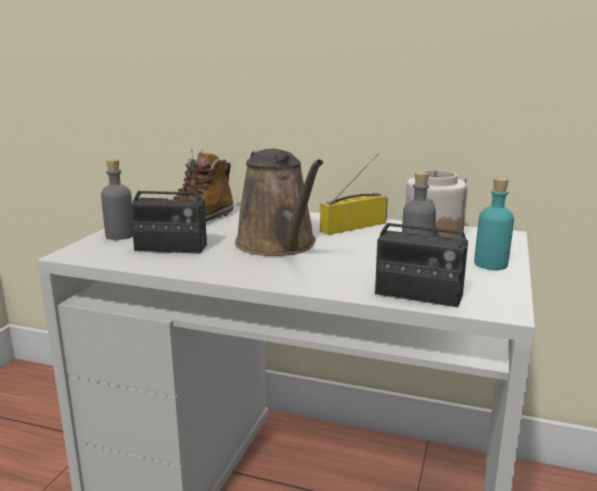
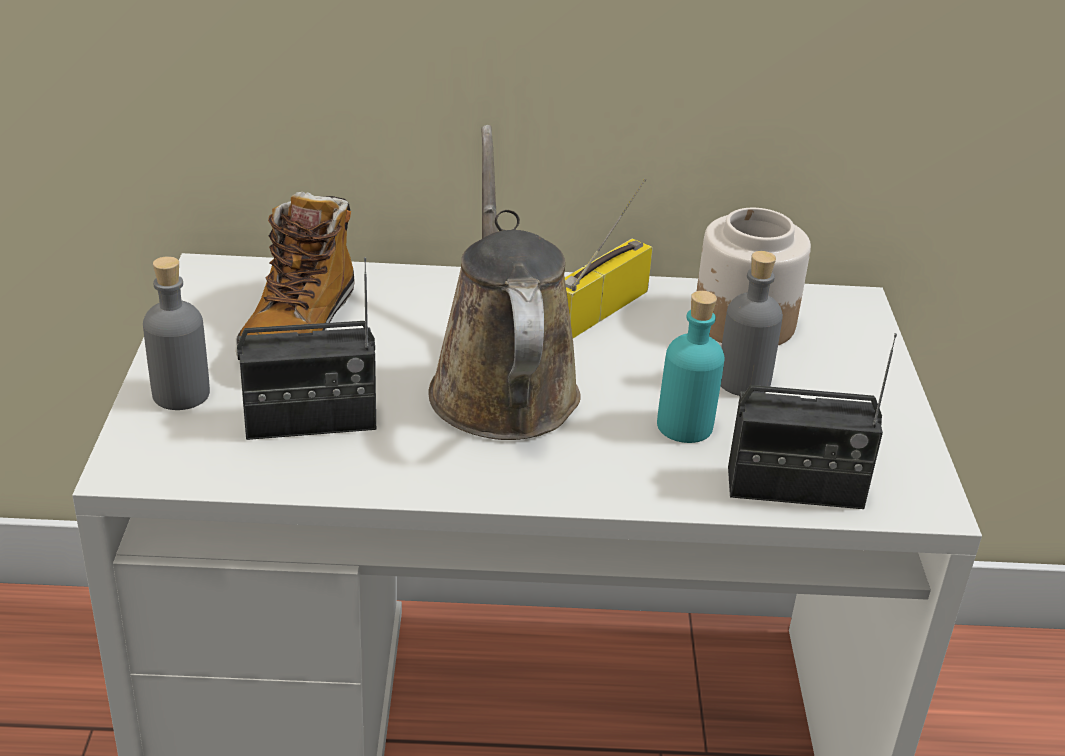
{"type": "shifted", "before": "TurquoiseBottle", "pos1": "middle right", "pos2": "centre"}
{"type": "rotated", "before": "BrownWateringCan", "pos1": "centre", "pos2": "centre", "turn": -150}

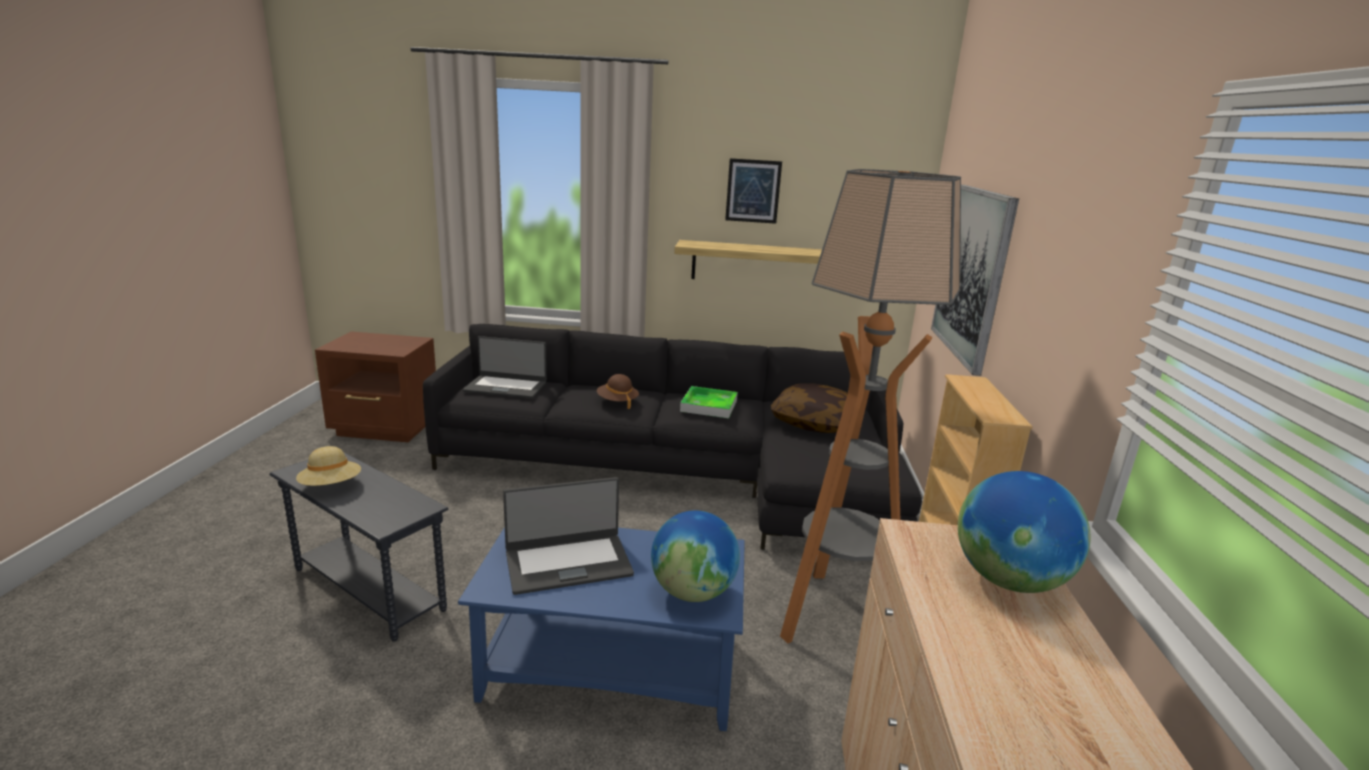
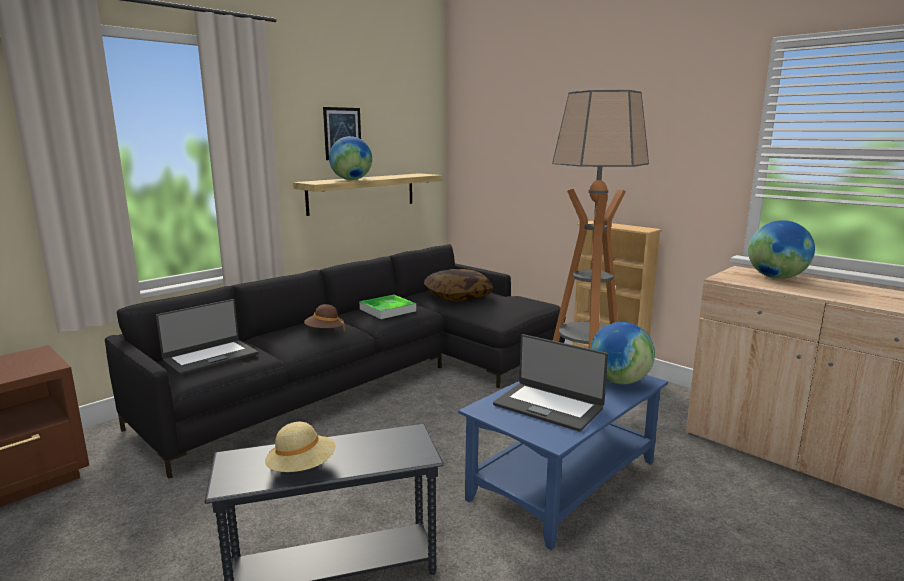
{"type": "gone", "before": "Picture (no. 2 from left)", "pos1": "middle right"}
{"type": "new", "after": "Globe (no. 1 from left)", "pos2": "top centre"}
{"type": "rotated", "before": "Laptop (no. 2 from left)", "pos1": "bottom centre", "pos2": "centre", "turn": 105}

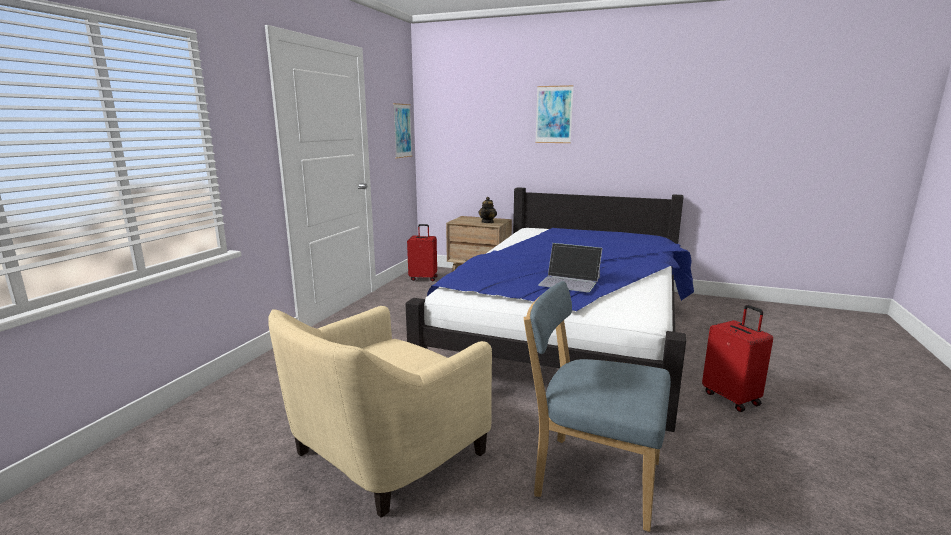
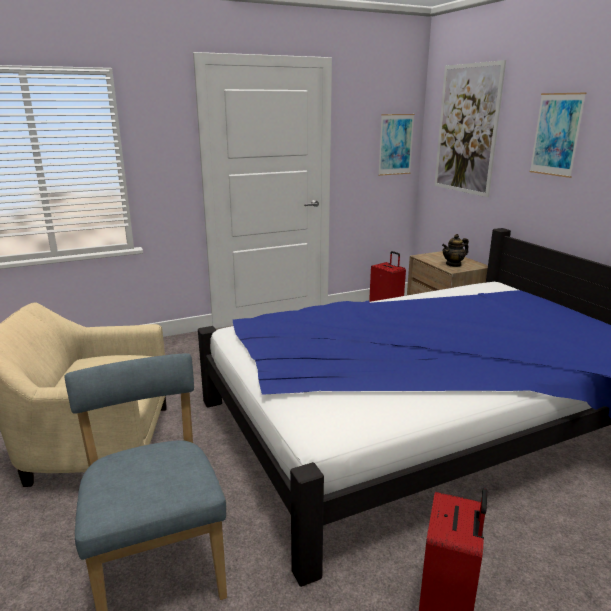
{"type": "gone", "before": "Laptop", "pos1": "centre"}
{"type": "new", "after": "Picture (no. 2 from left)", "pos2": "top right"}

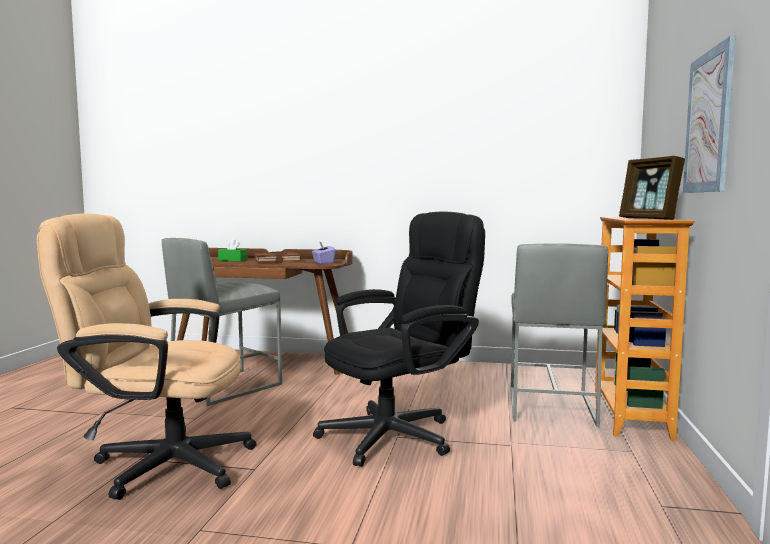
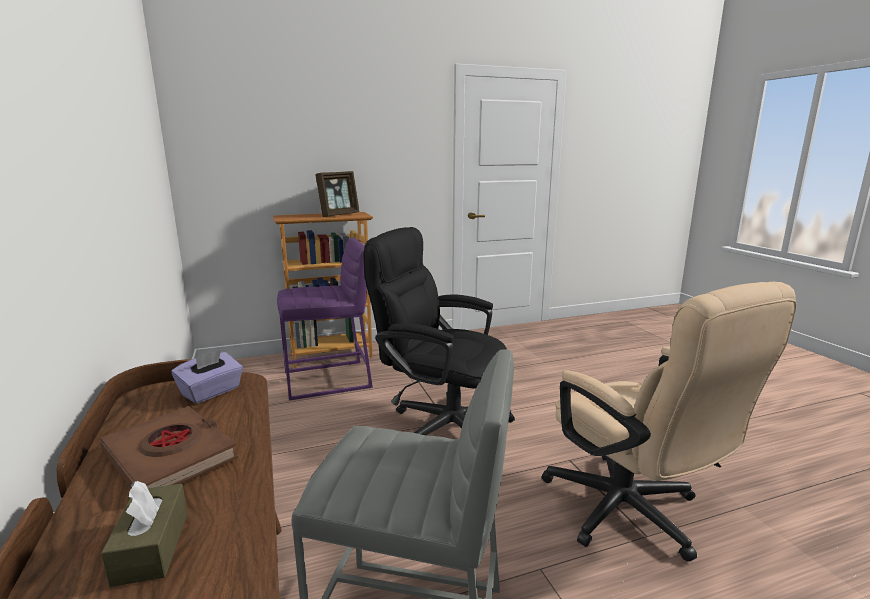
{"type": "gone", "before": "Picture", "pos1": "top right"}
{"type": "repainted", "before": "GreenTissueBox", "after": "BrownTissueBox", "pos1": "middle left", "pos2": "bottom left"}
{"type": "repainted", "before": "GreyStool (no. 2 from left)", "after": "PurpleStool", "pos1": "middle right", "pos2": "centre"}

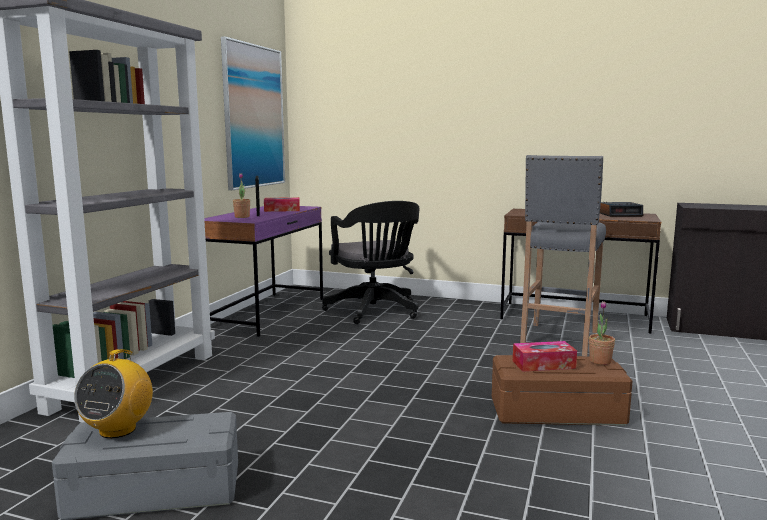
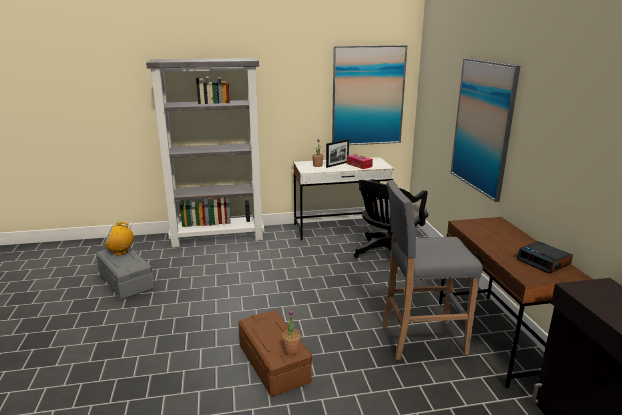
{"type": "gone", "before": "TissueBox (no. 2 from left)", "pos1": "bottom right"}
{"type": "new", "after": "Picture (no. 2 from left)", "pos2": "top right"}
{"type": "repainted", "before": "PurpleDesk", "after": "WhiteDesk", "pos1": "centre", "pos2": "centre"}

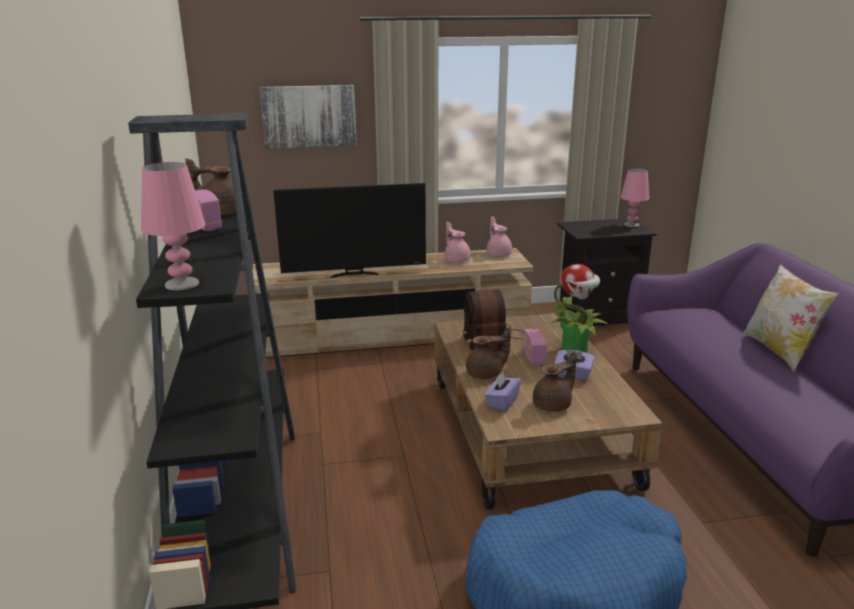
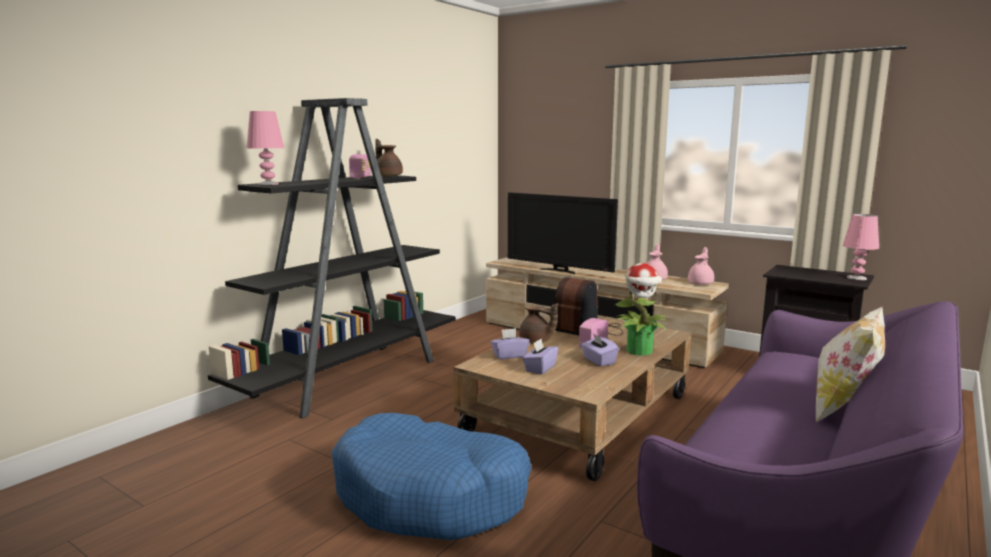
{"type": "gone", "before": "Picture", "pos1": "top centre"}
{"type": "swapped", "before": "BrownTeapot (no. 3 from left)", "after": "PurpleTissueBox (no. 2 from left)", "pos1": "centre", "pos2": "centre"}

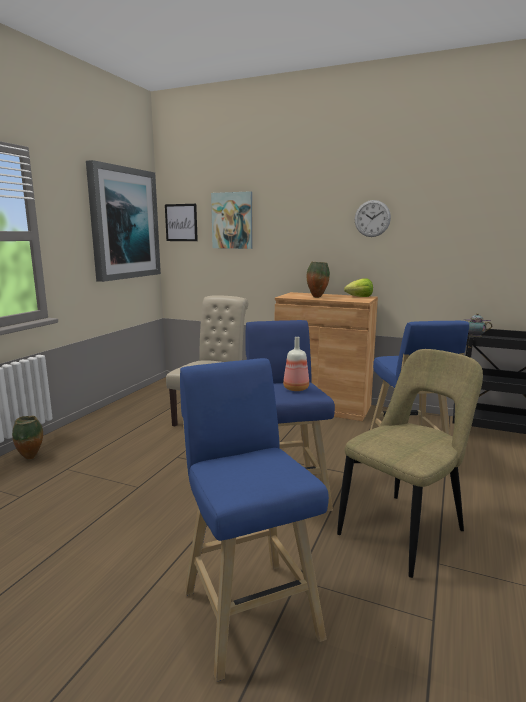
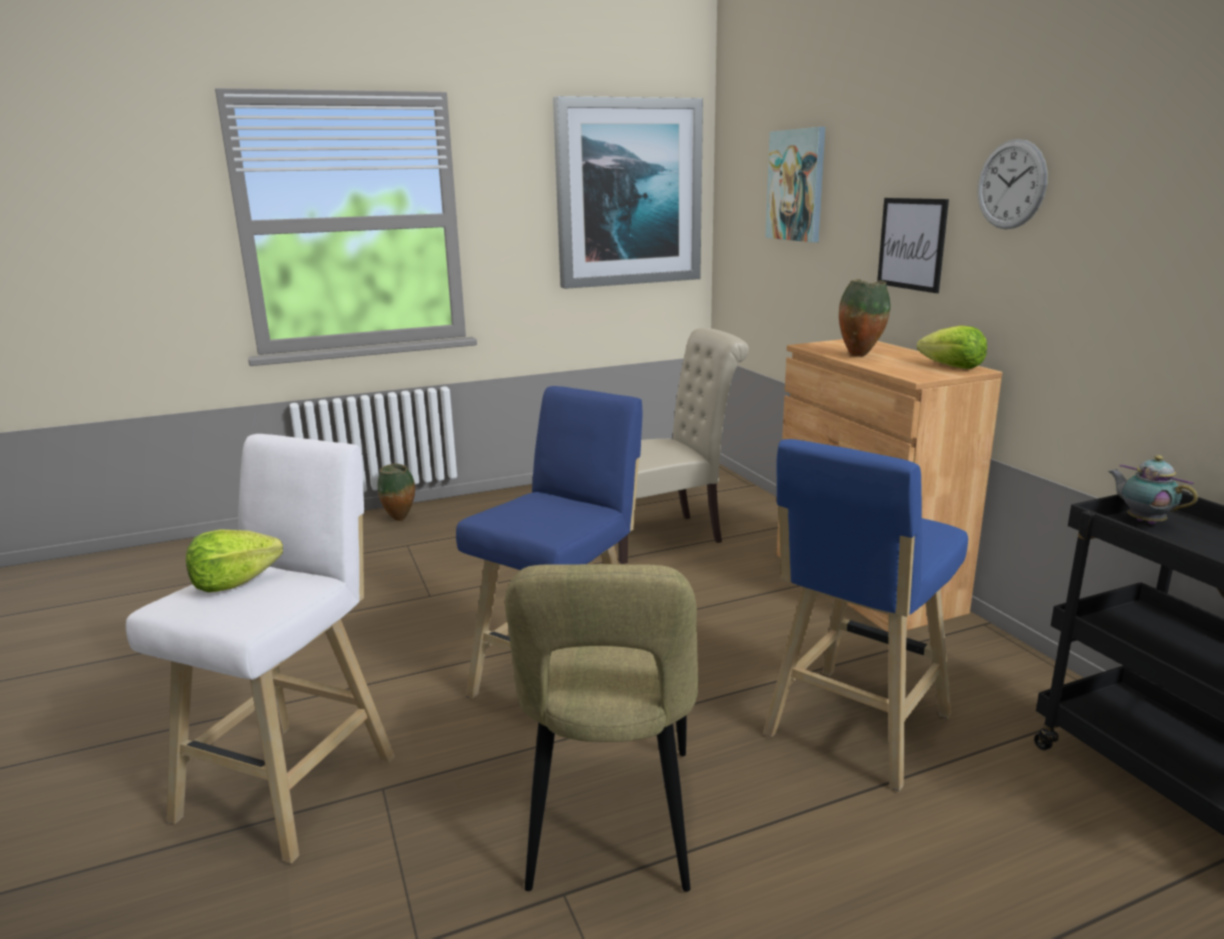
{"type": "gone", "before": "Bottle", "pos1": "centre"}
{"type": "new", "after": "Lettuce (no. 1 from left)", "pos2": "middle left"}
{"type": "shifted", "before": "Picture (no. 2 from left in the first image)", "after": "Picture (no. 3 from left)", "pos1": "top centre", "pos2": "top right"}
{"type": "repainted", "before": "BlueStool (no. 1 from left)", "after": "WhiteStool", "pos1": "bottom centre", "pos2": "bottom left"}
{"type": "rotated", "before": "BeigeChair (no. 2 from left in the first image)", "pos1": "middle right", "pos2": "bottom centre", "turn": 90}

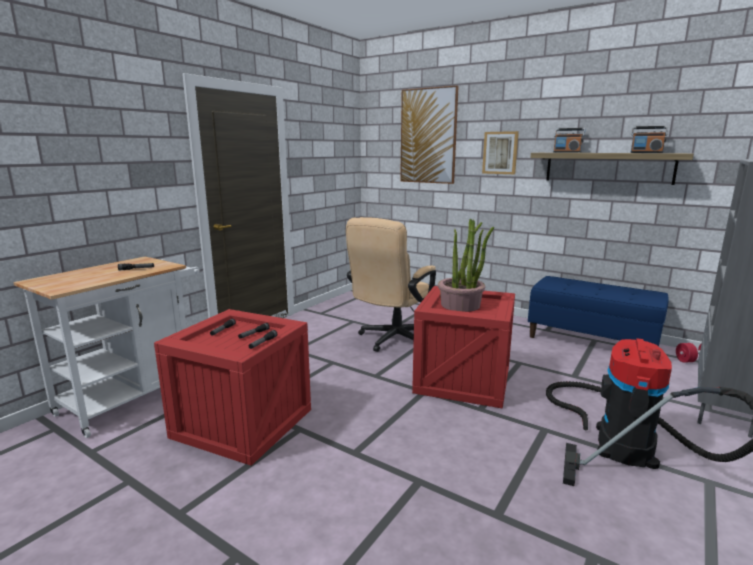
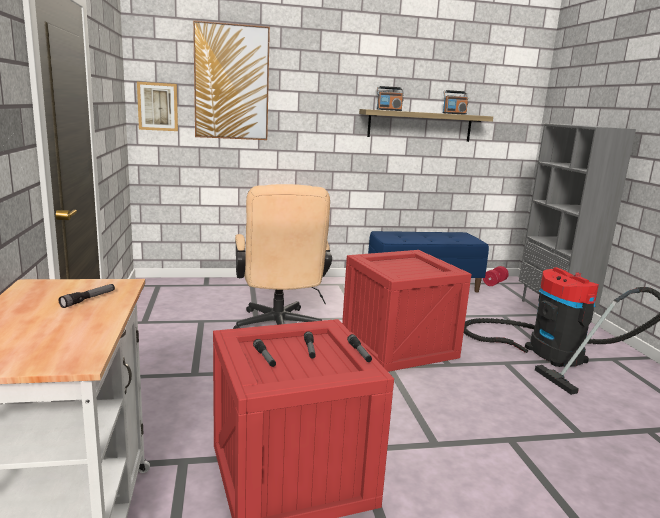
{"type": "gone", "before": "PottedPlant", "pos1": "centre"}
{"type": "shifted", "before": "Picture (no. 2 from left in the first image)", "after": "Picture (no. 1 from left)", "pos1": "top centre", "pos2": "top left"}

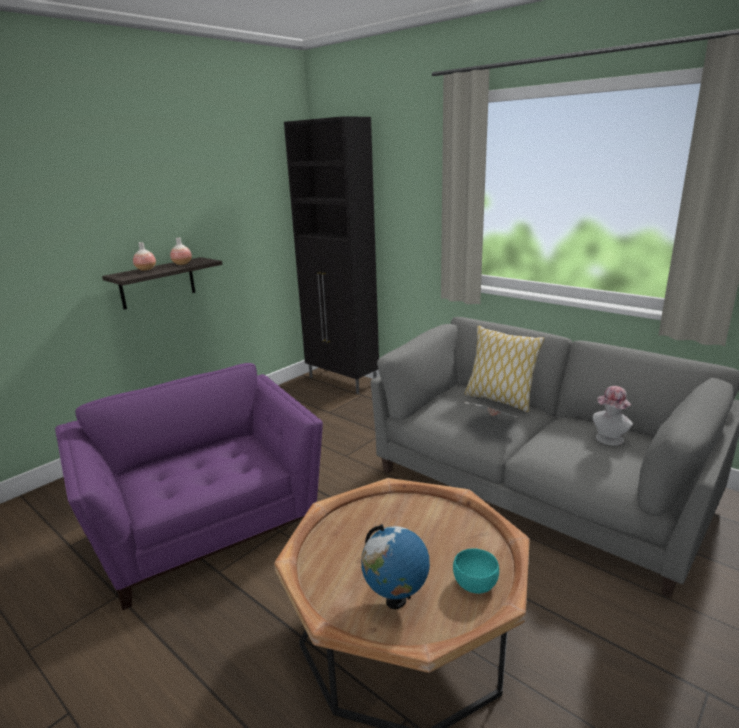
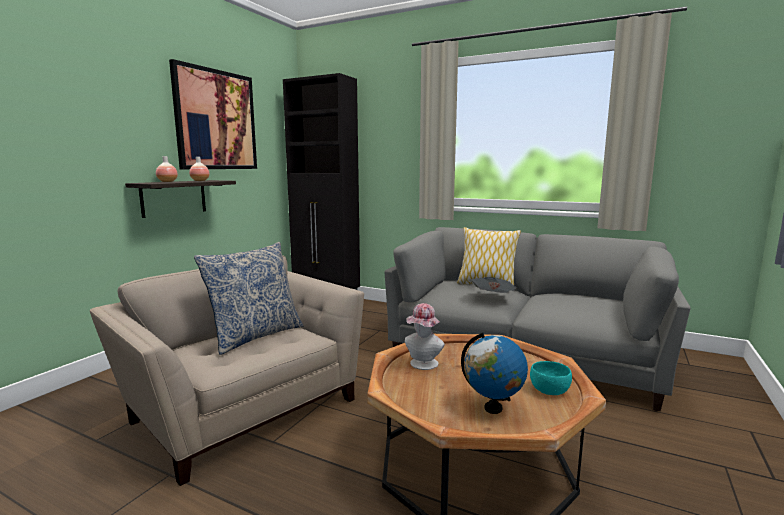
{"type": "new", "after": "Picture", "pos2": "top left"}
{"type": "new", "after": "Pillow (no. 1 from left)", "pos2": "middle left"}
{"type": "shifted", "before": "Hat", "pos1": "middle right", "pos2": "centre"}
{"type": "repainted", "before": "PurpleArmchair", "after": "BeigeArmchair", "pos1": "bottom left", "pos2": "bottom left"}

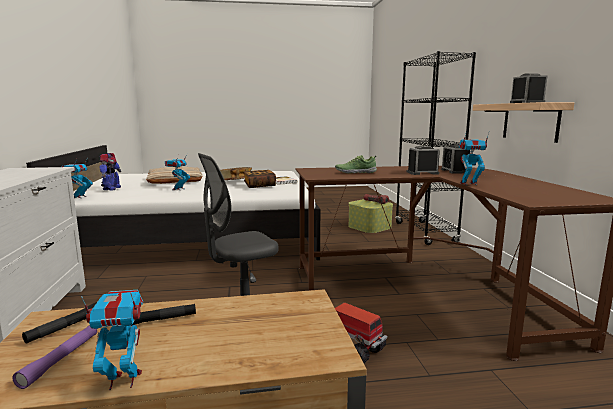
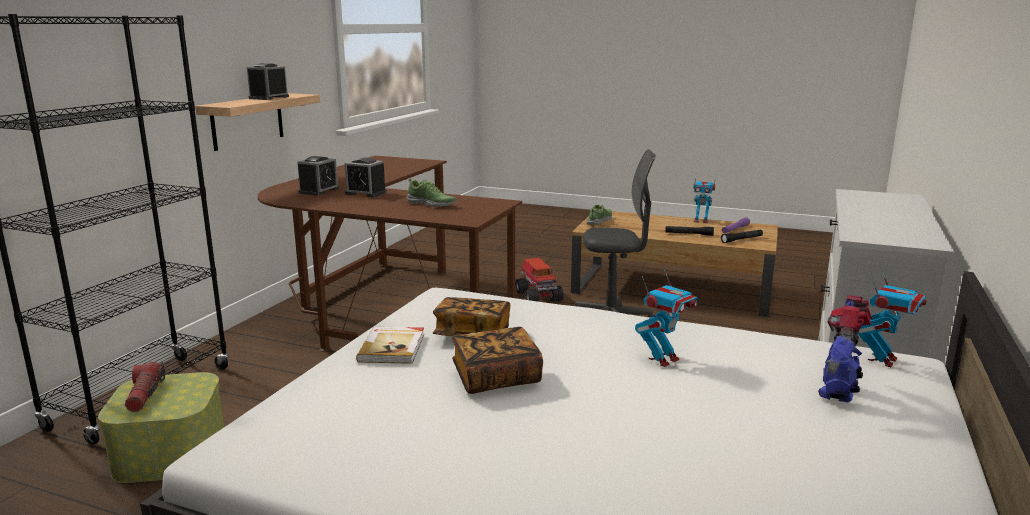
{"type": "gone", "before": "BeigePillow", "pos1": "middle left"}
{"type": "gone", "before": "ToyRobot (no. 5 from left)", "pos1": "middle right"}
{"type": "new", "after": "Shoe (no. 2 from left)", "pos2": "centre"}

